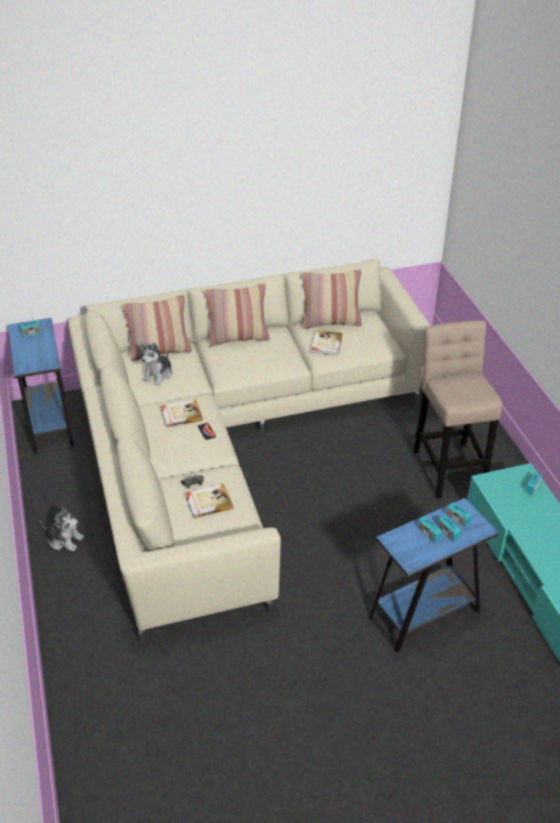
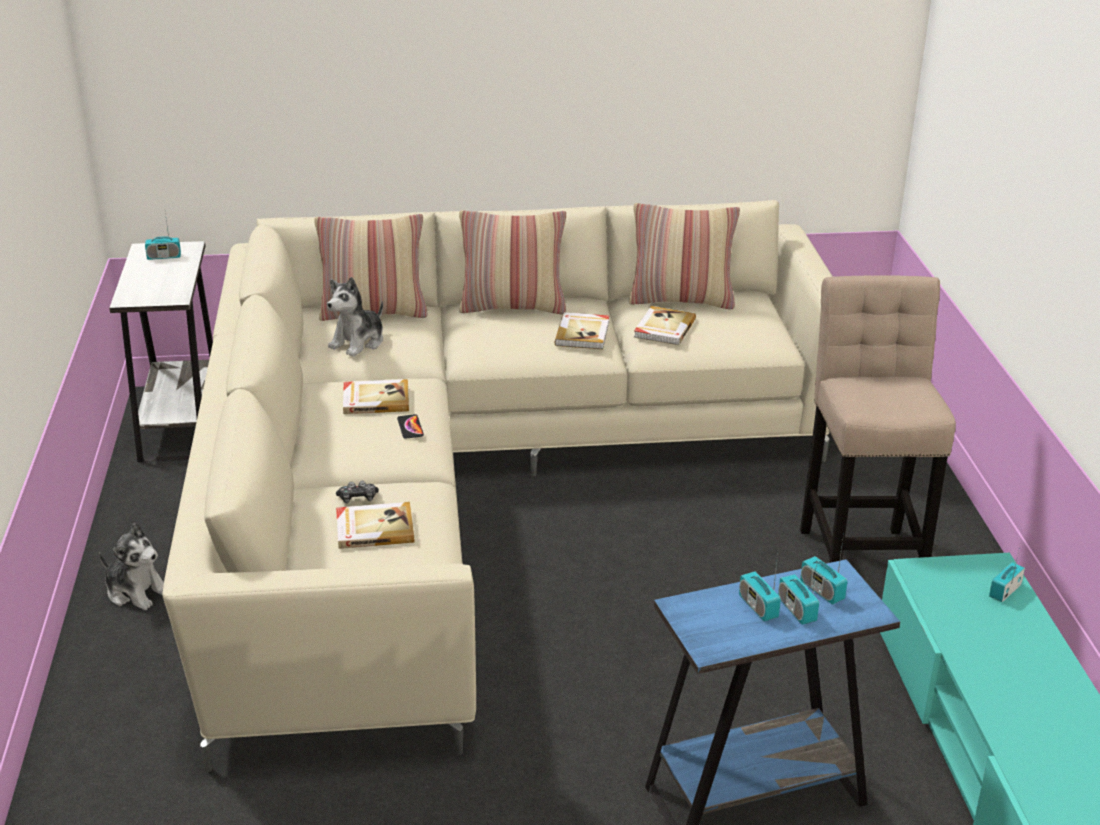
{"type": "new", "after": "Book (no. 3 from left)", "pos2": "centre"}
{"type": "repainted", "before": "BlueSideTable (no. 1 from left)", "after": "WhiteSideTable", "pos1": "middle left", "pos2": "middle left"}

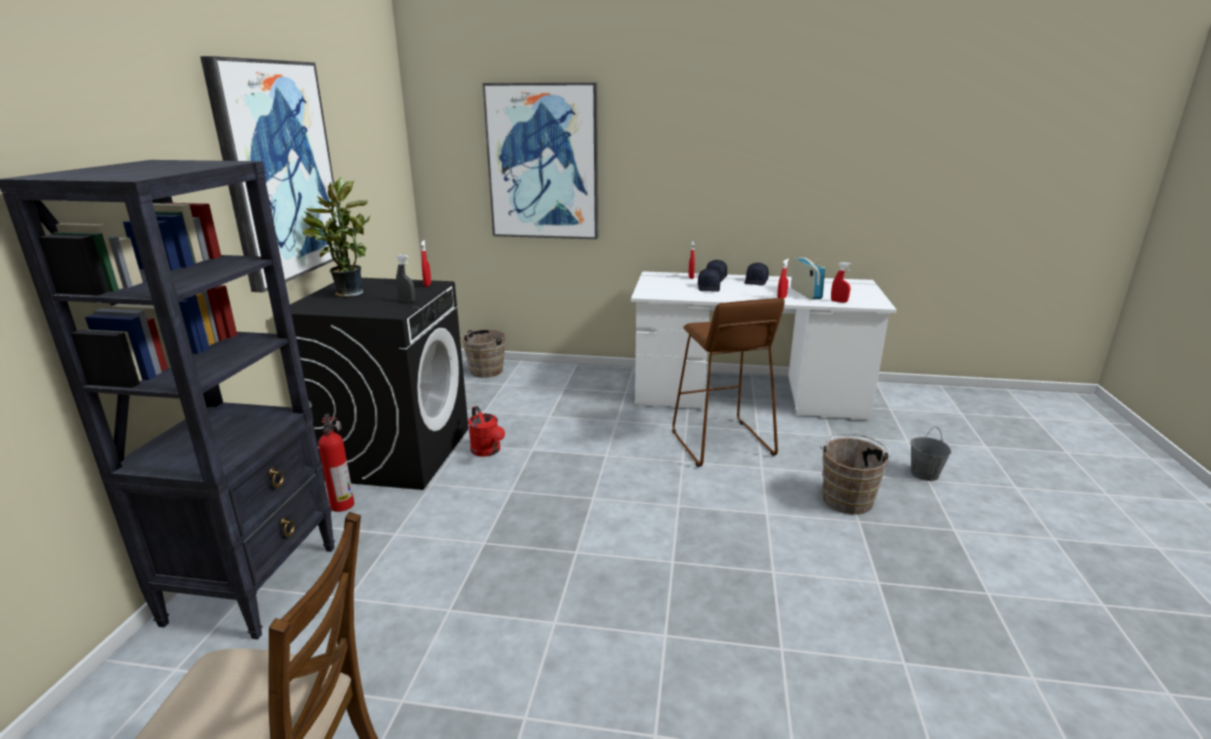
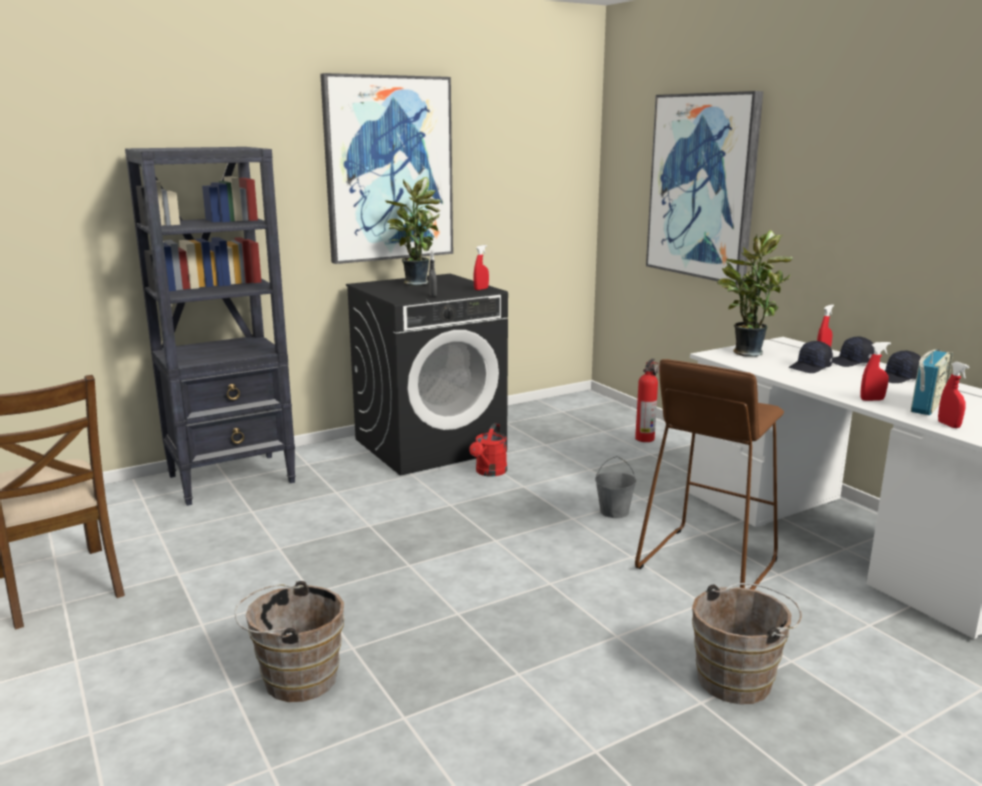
{"type": "new", "after": "PottedPlant (no. 2 from left)", "pos2": "middle right"}
{"type": "shifted", "before": "FireExtinguisher", "pos1": "middle left", "pos2": "centre"}
{"type": "shifted", "before": "BrownBucket (no. 1 from left)", "pos1": "centre", "pos2": "bottom left"}
{"type": "shifted", "before": "GreyBucket", "pos1": "middle right", "pos2": "centre"}

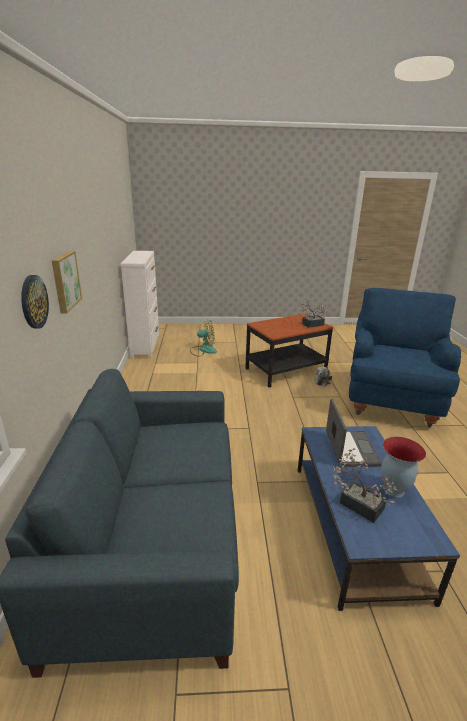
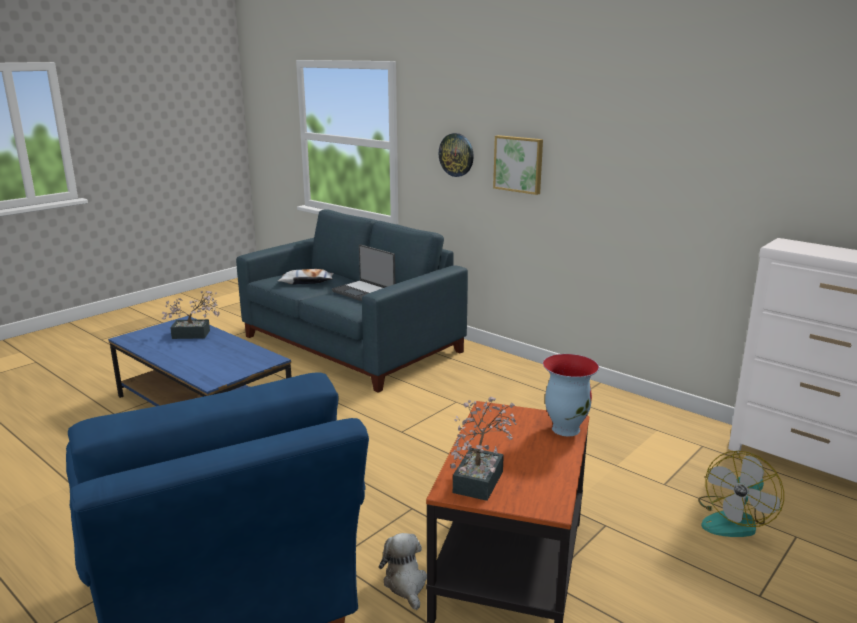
{"type": "new", "after": "Pillow", "pos2": "centre"}
{"type": "shifted", "before": "Laptop", "pos1": "middle right", "pos2": "centre"}
{"type": "shifted", "before": "Vase", "pos1": "middle right", "pos2": "centre"}

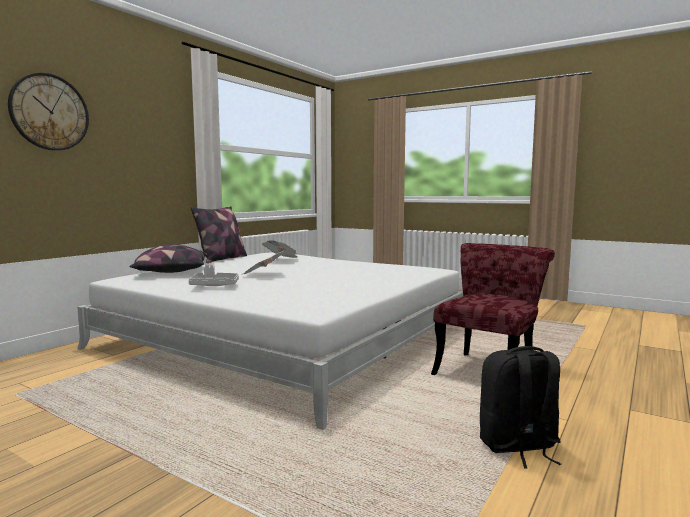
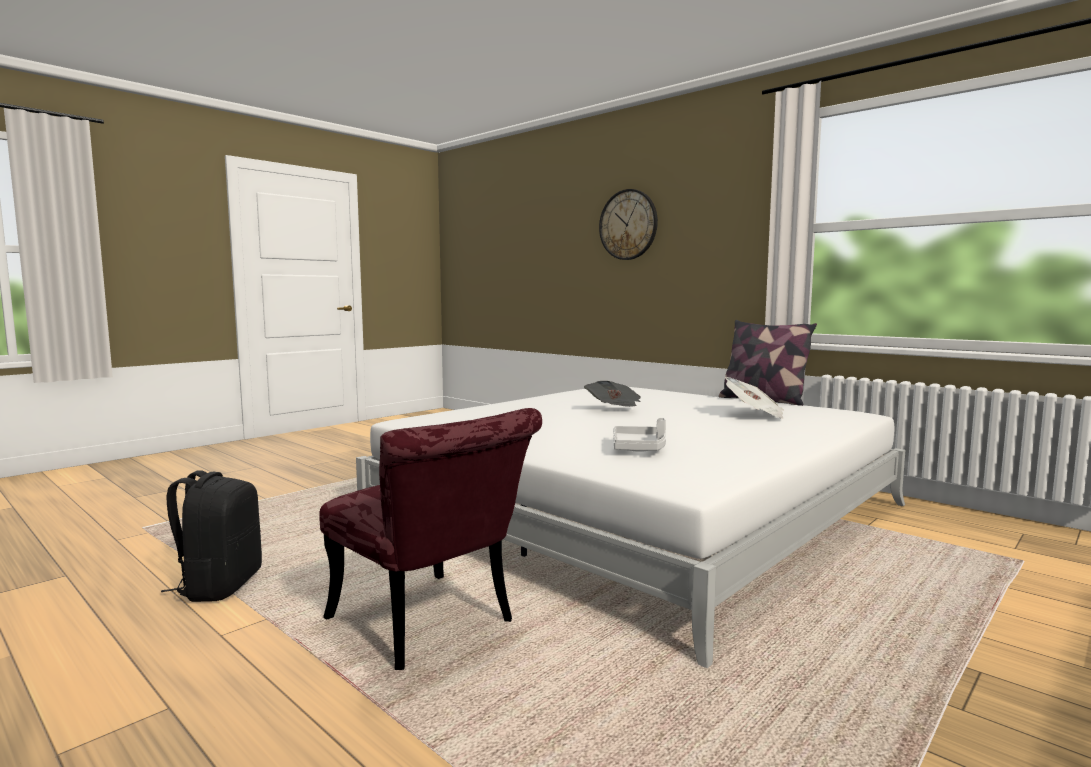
{"type": "gone", "before": "Pillow (no. 1 from left)", "pos1": "middle left"}
{"type": "shifted", "before": "GreyTray", "pos1": "middle left", "pos2": "centre"}

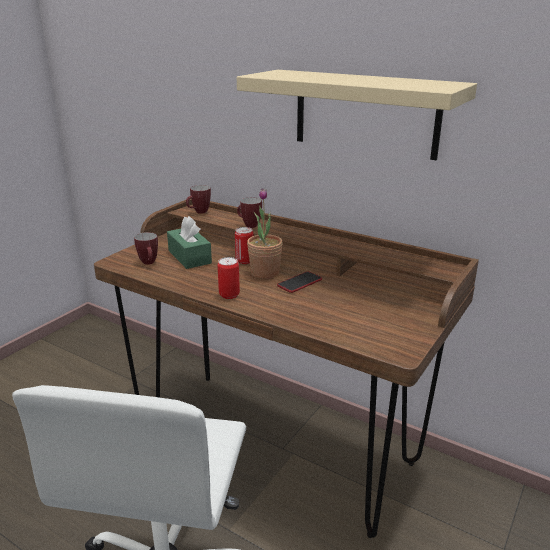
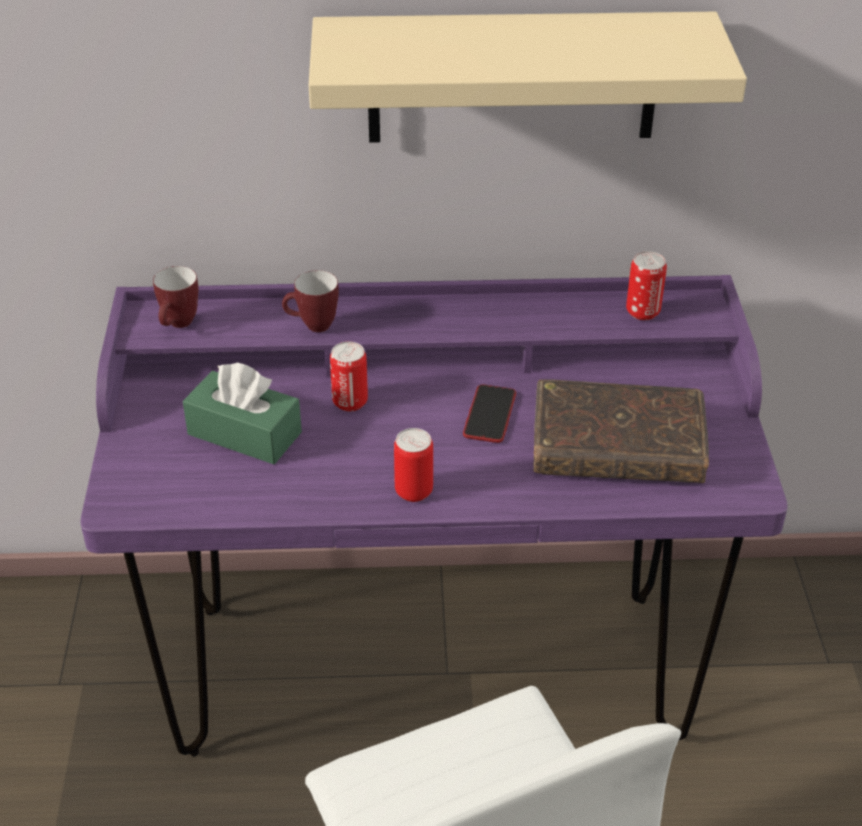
{"type": "gone", "before": "Mug (no. 1 from left)", "pos1": "middle left"}
{"type": "gone", "before": "PottedPlant", "pos1": "centre"}
{"type": "new", "after": "BrownBook", "pos2": "middle right"}
{"type": "new", "after": "Can (no. 3 from left)", "pos2": "middle right"}
{"type": "repainted", "before": "BrownDesk", "after": "PurpleDesk", "pos1": "bottom centre", "pos2": "centre"}

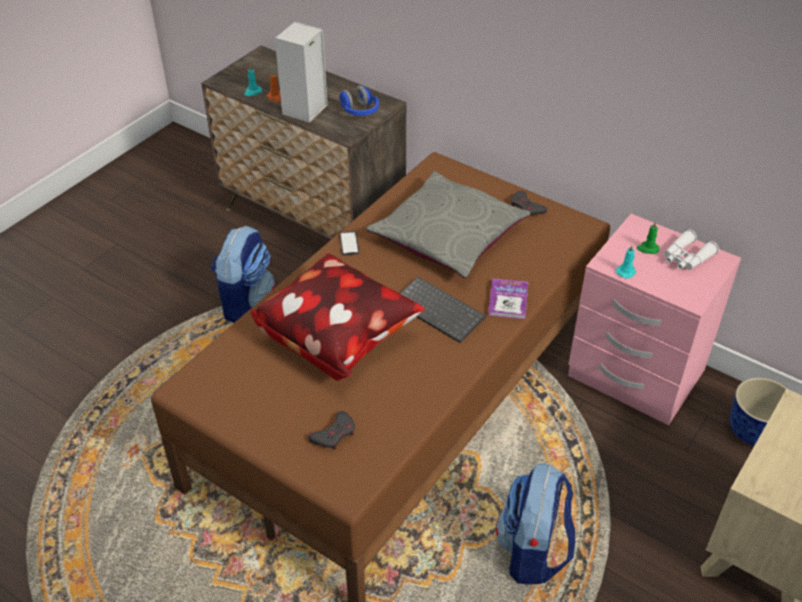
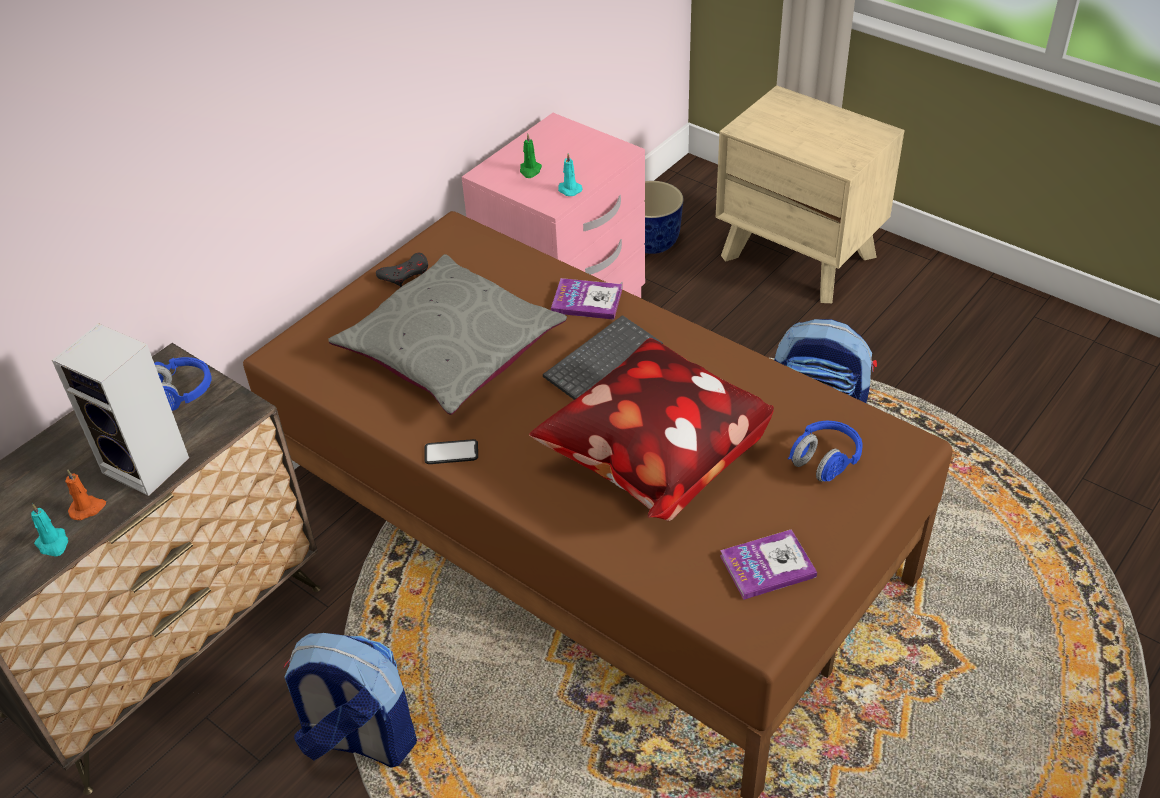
{"type": "gone", "before": "WhiteBinoculars", "pos1": "middle right"}
{"type": "new", "after": "Book (no. 2 from left)", "pos2": "bottom centre"}
{"type": "swapped", "before": "GreyGameController (no. 1 from left)", "after": "BlueHeadphones (no. 2 from left)", "pos1": "bottom centre", "pos2": "middle right"}

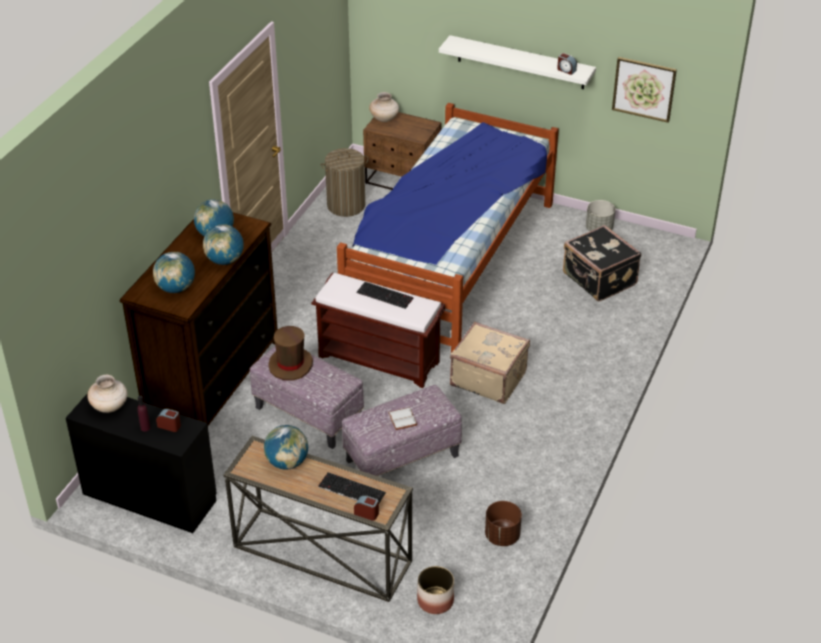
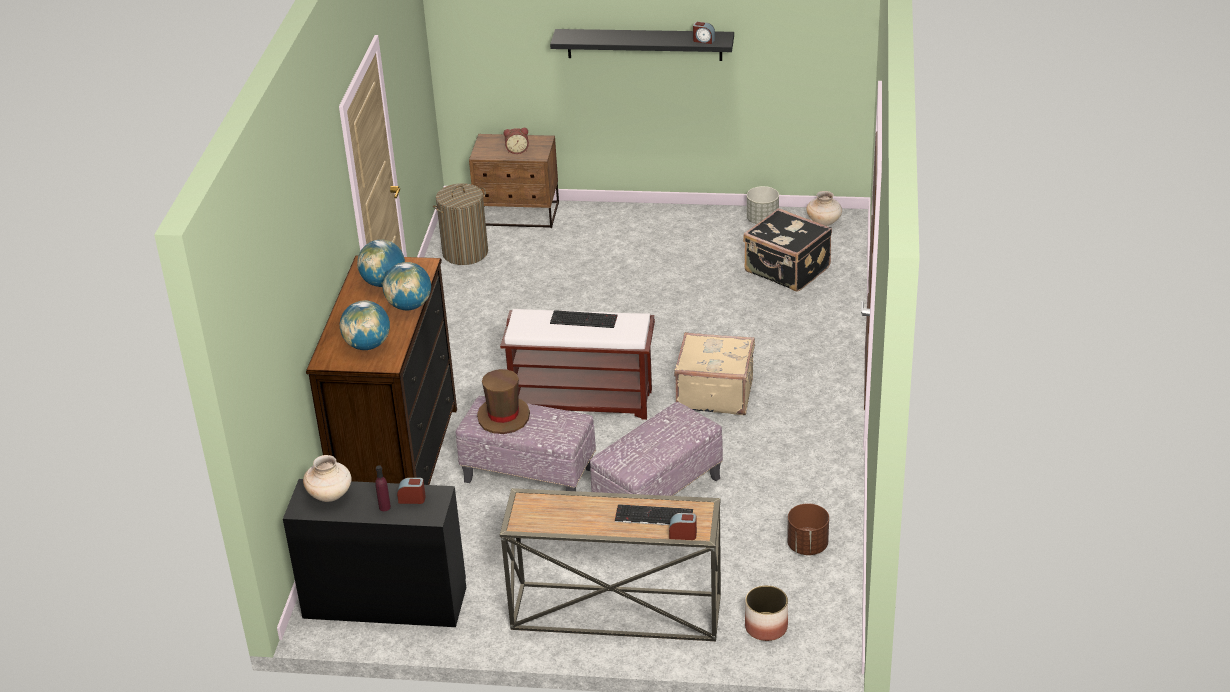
{"type": "gone", "before": "Globe (no. 4 from left)", "pos1": "bottom centre"}
{"type": "gone", "before": "Bed", "pos1": "centre"}
{"type": "gone", "before": "WhiteBook", "pos1": "centre"}
{"type": "gone", "before": "Picture", "pos1": "top right"}
{"type": "new", "after": "AlarmClock (no. 2 from left)", "pos2": "top centre"}
{"type": "shifted", "before": "BeigeVase (no. 2 from left)", "pos1": "top centre", "pos2": "top right"}
{"type": "repainted", "before": "WhiteShelf", "after": "BlackShelf", "pos1": "top centre", "pos2": "top centre"}

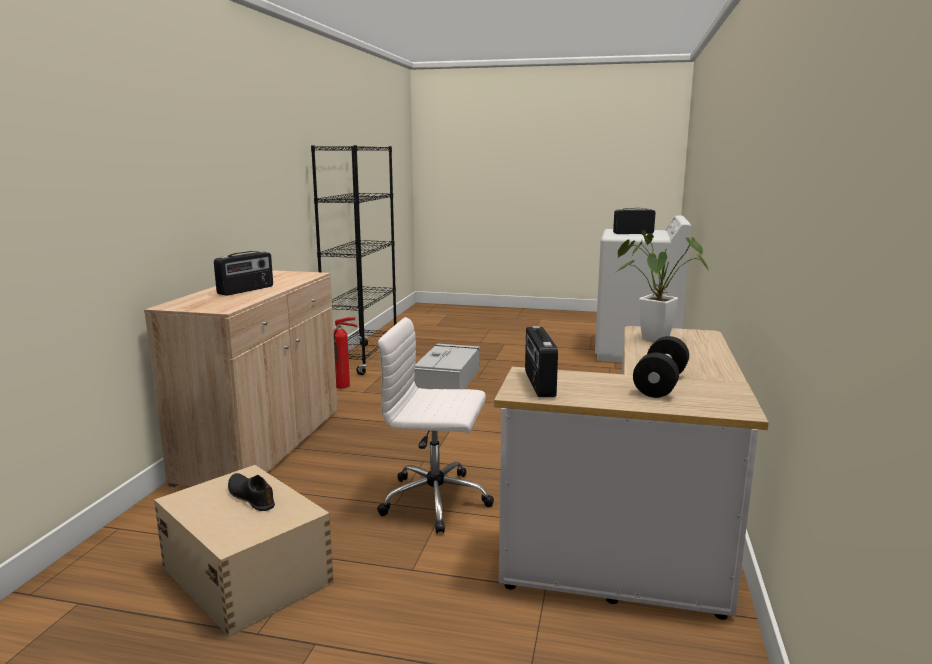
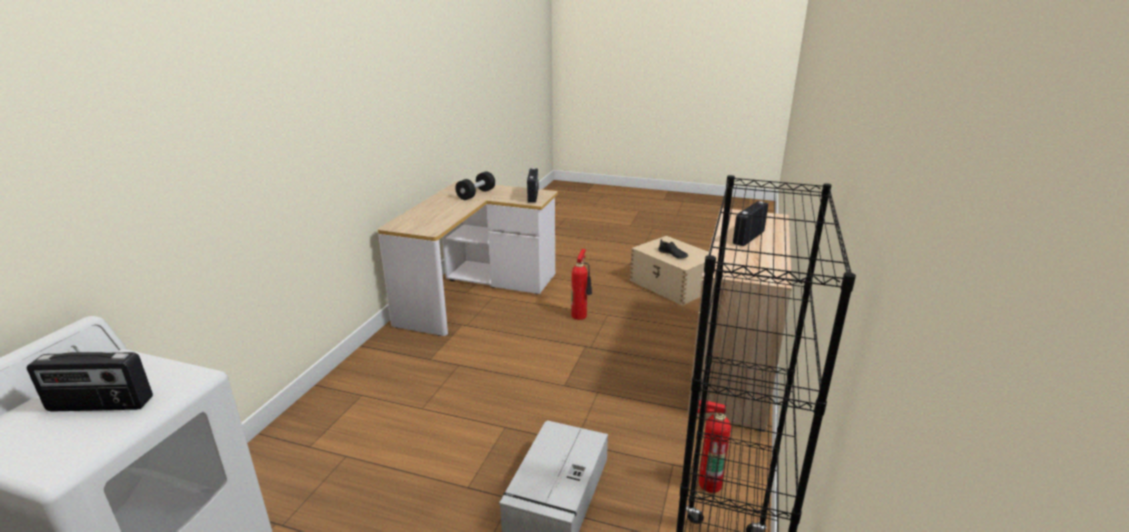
{"type": "gone", "before": "PottedPlant", "pos1": "middle right"}
{"type": "swapped", "before": "WhiteOfficeChair", "after": "FireExtinguisher (no. 1 from left)", "pos1": "centre", "pos2": "centre"}

